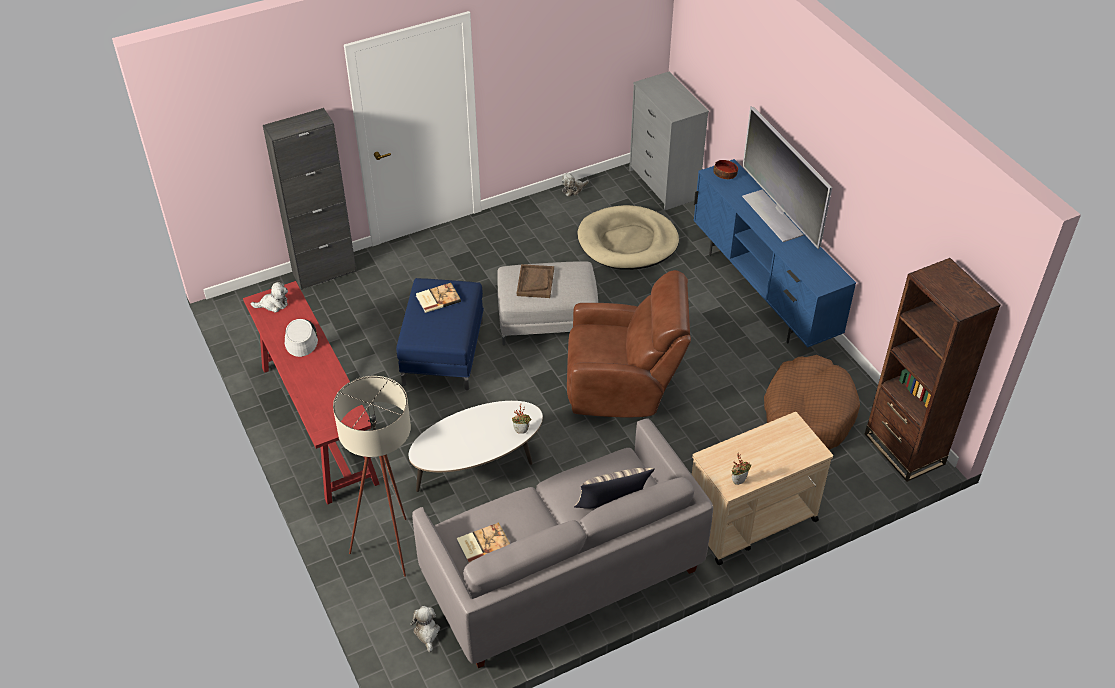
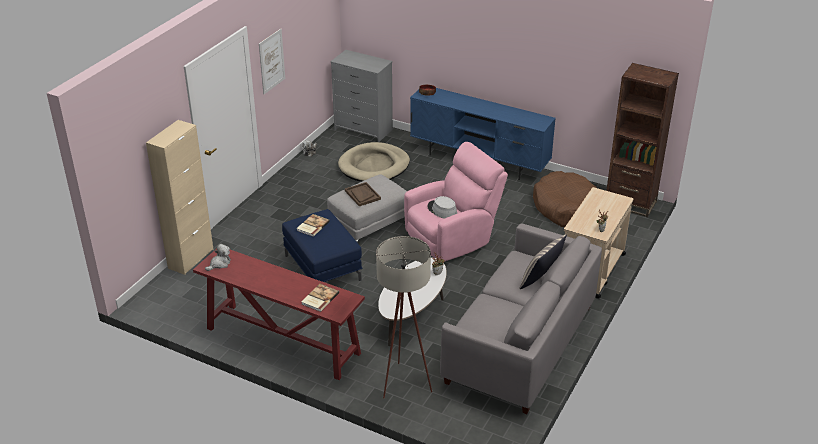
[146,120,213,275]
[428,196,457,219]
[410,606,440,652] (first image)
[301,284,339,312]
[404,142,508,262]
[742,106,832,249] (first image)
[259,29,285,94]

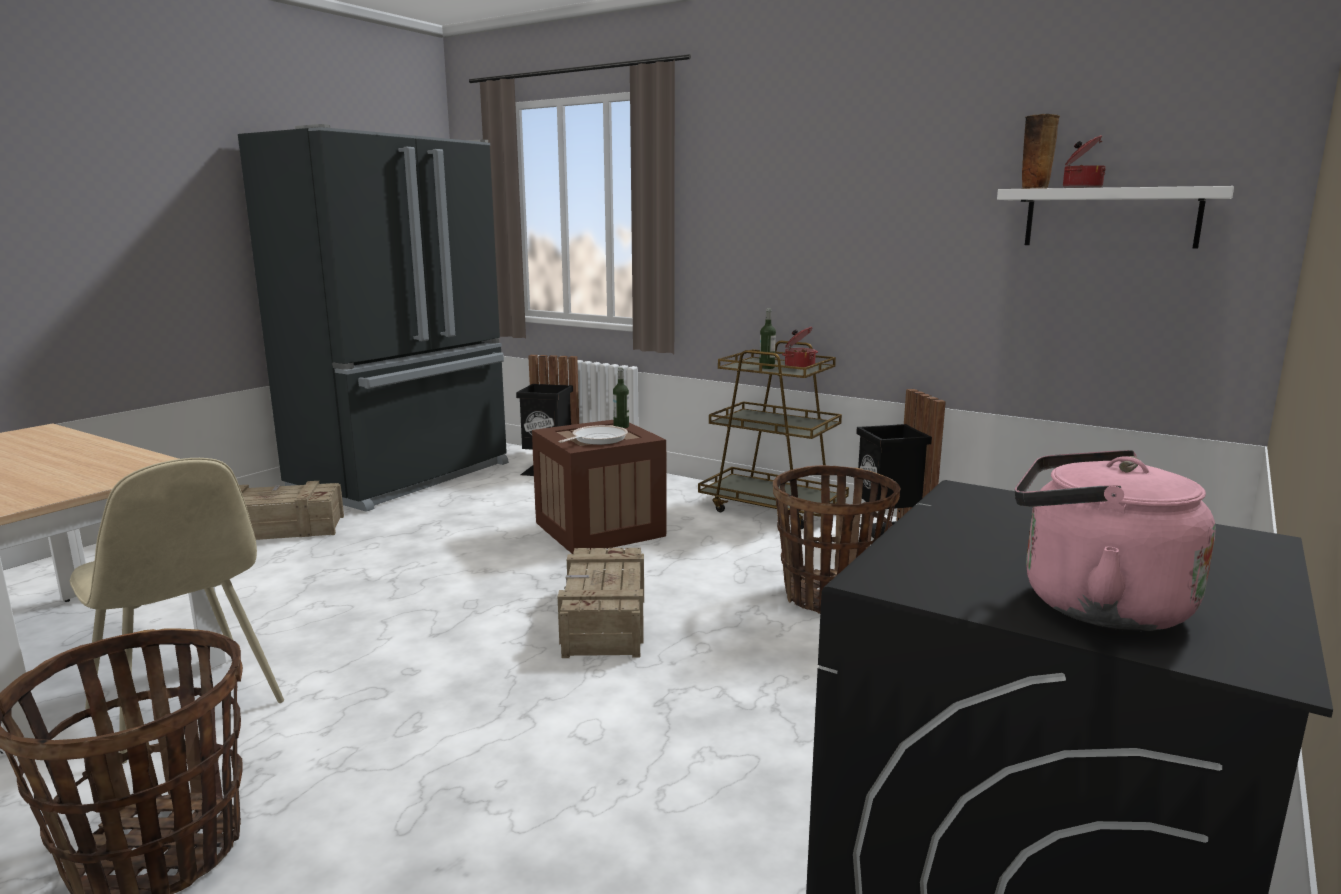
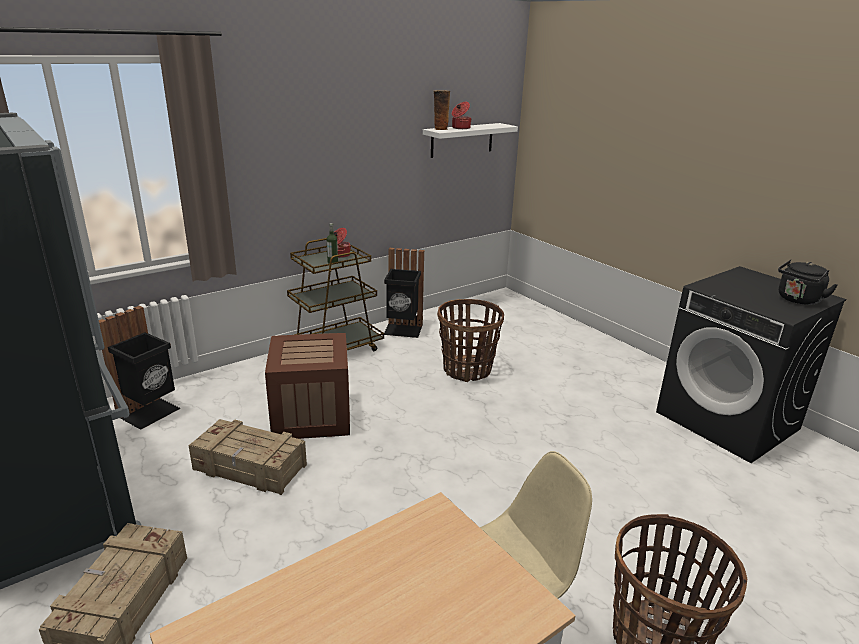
[189,419,307,495]
[559,425,628,445] (first image)
[613,368,629,428] (first image)
[778,260,838,305]

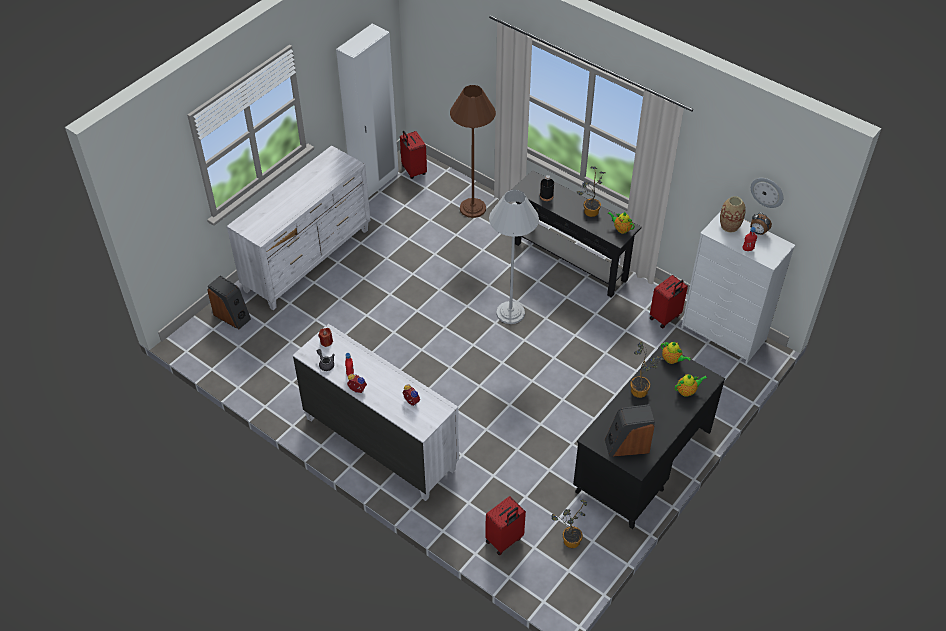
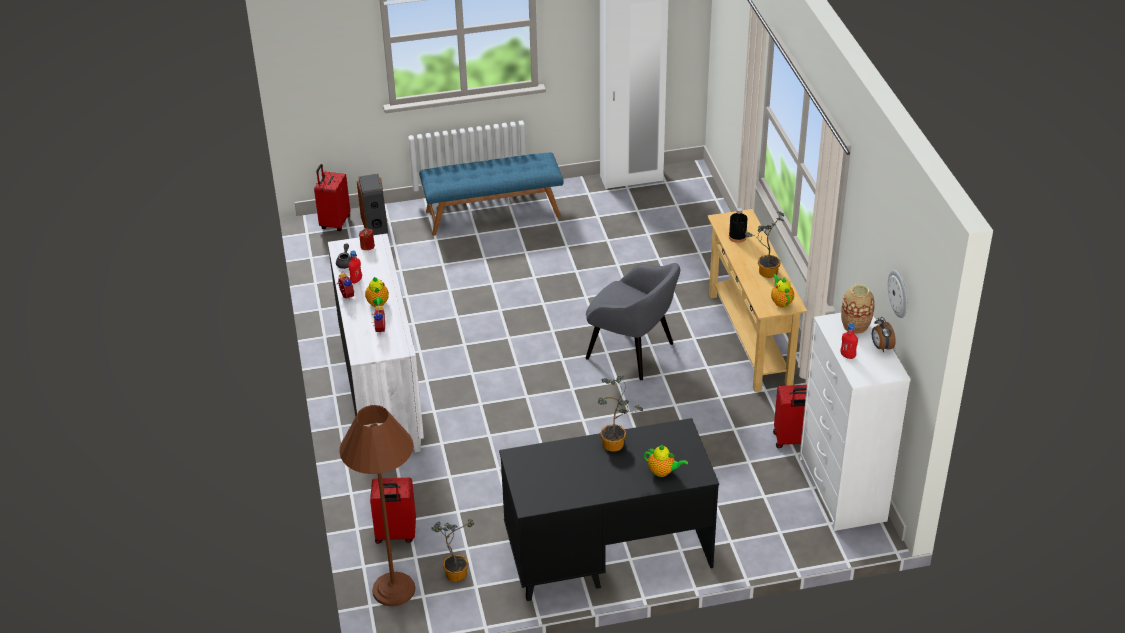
[419,152,564,236]
[314,164,350,231]
[339,405,415,606]
[586,263,680,380]
[707,209,807,392]
[605,404,655,457] (first image)
[365,277,389,307]

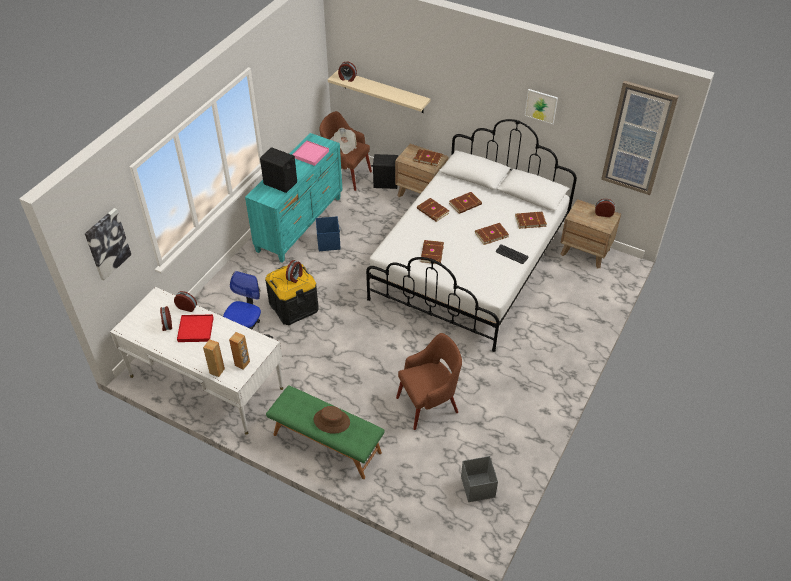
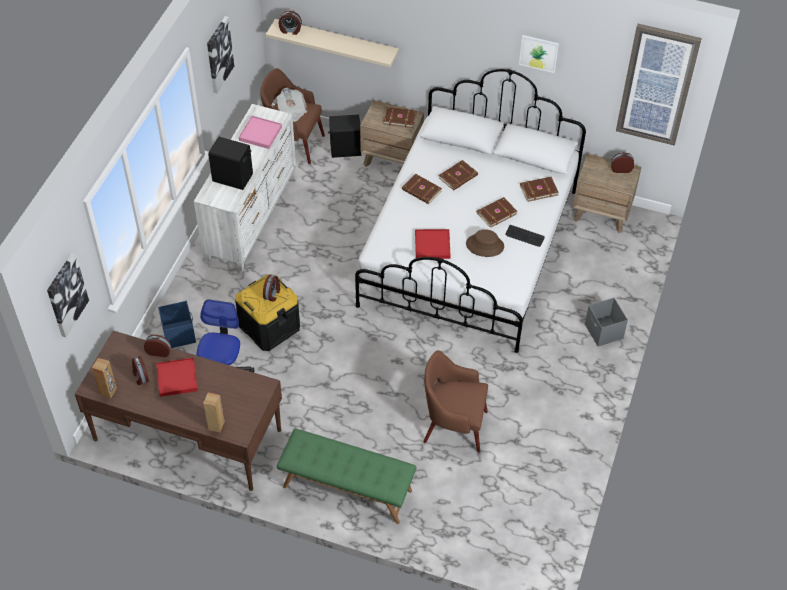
[75,331,282,491]
[92,358,117,398]
[194,104,296,271]
[466,229,504,257]
[158,301,196,348]
[423,350,488,453]
[415,229,451,259]
[585,298,628,346]
[207,16,234,93]

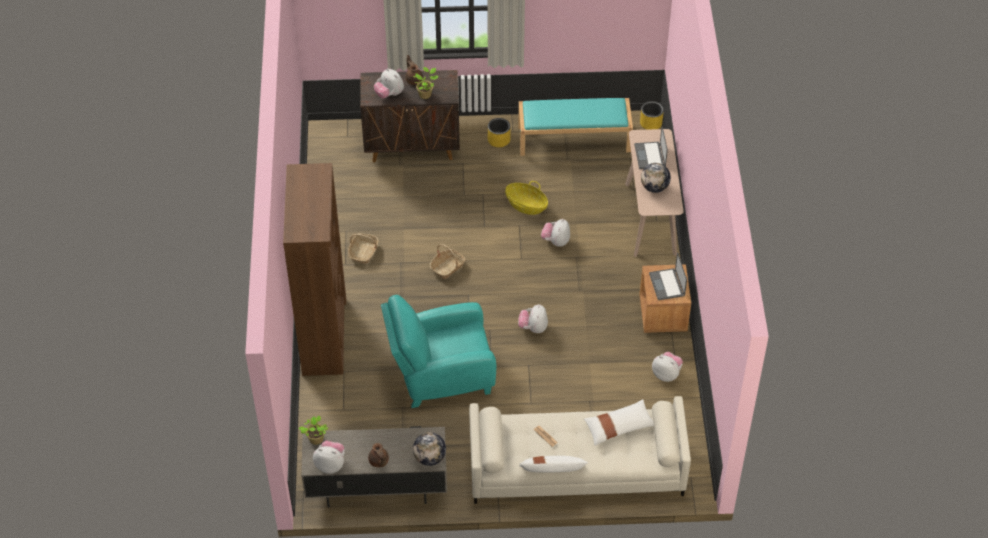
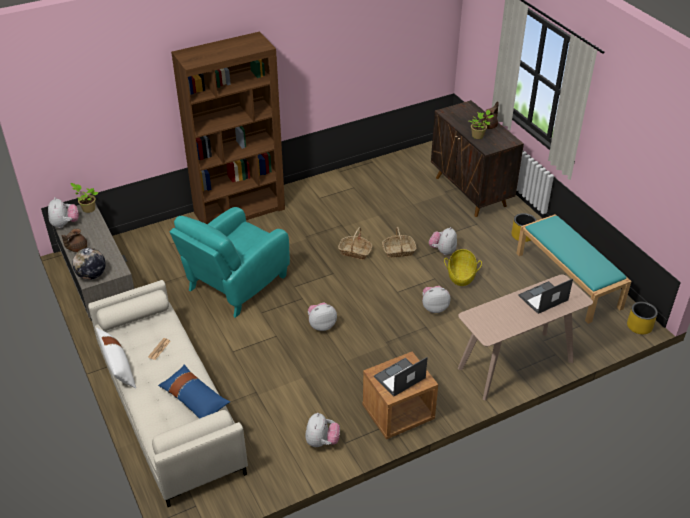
[382,227,417,258]
[429,227,457,255]
[170,207,290,318]
[158,364,230,419]
[641,163,671,193] (first image)

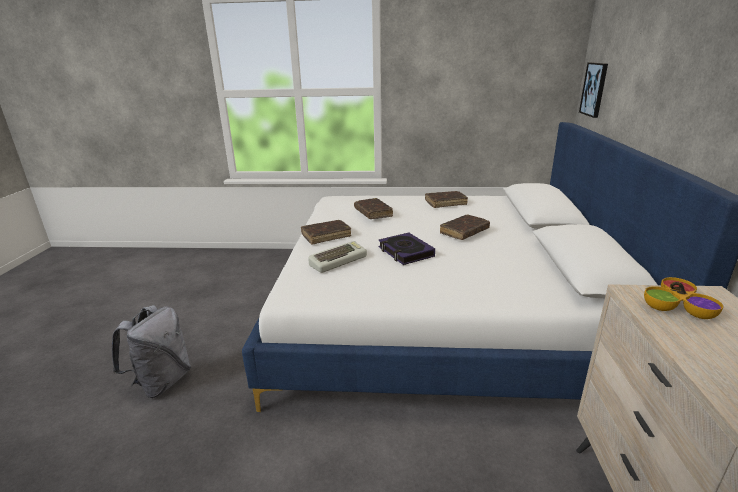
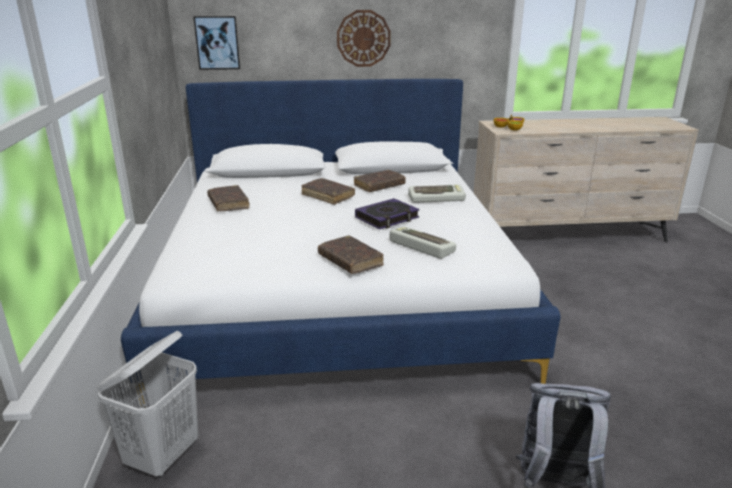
[354,170,406,192]
[97,331,198,477]
[337,10,391,67]
[408,184,466,203]

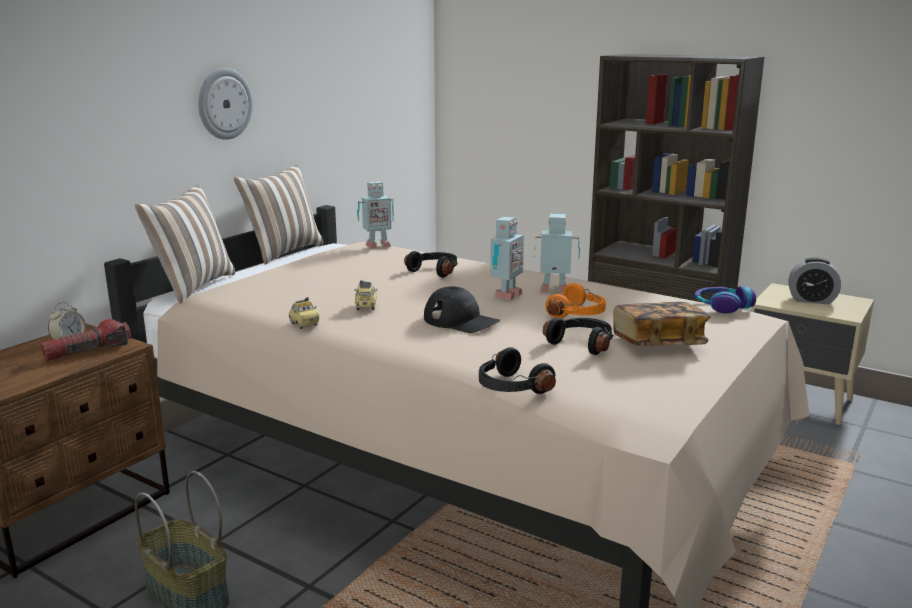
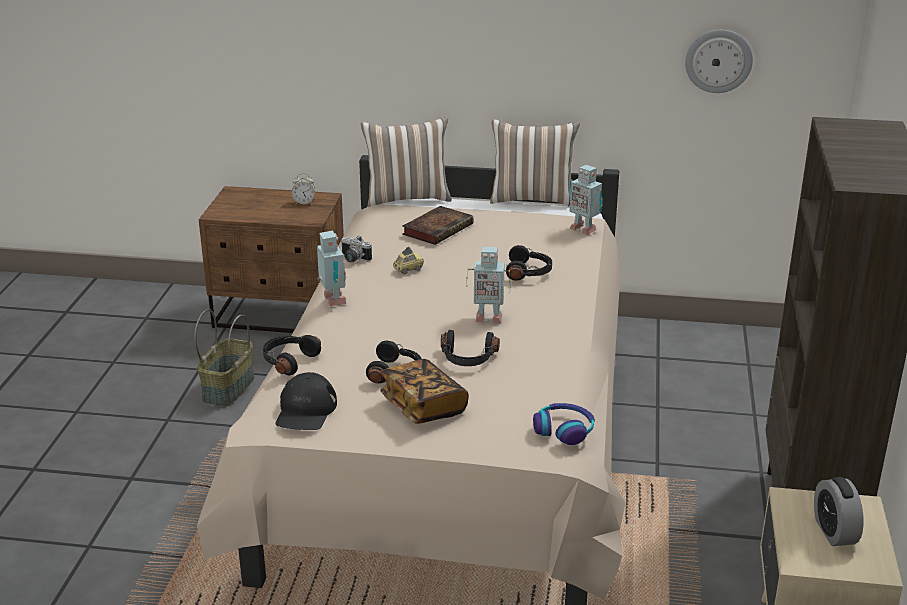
[41,319,131,361] (first image)
[685,30,753,93]
[341,236,372,262]
[276,372,337,430]
[317,231,346,306]
[441,330,500,366]
[402,206,474,245]

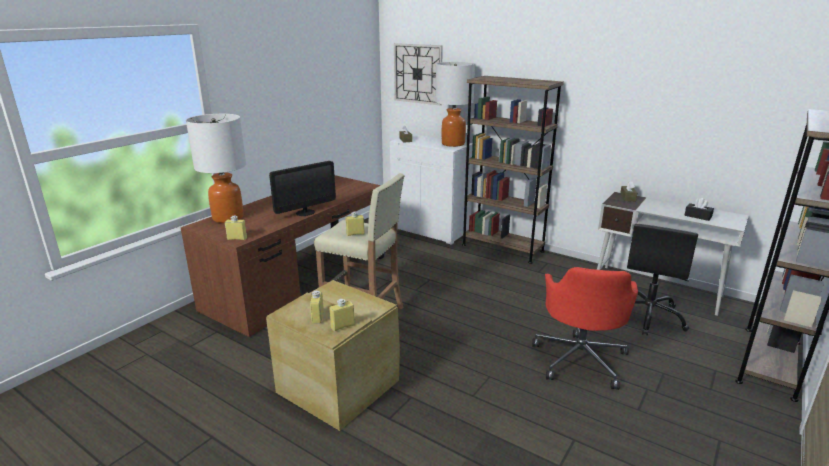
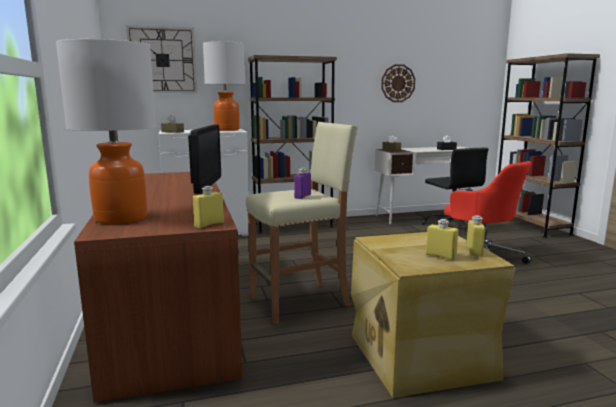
[294,168,311,199]
[381,64,415,102]

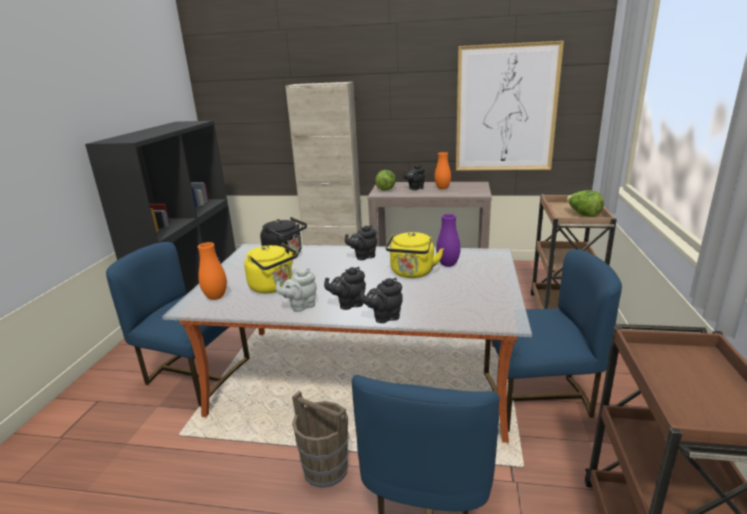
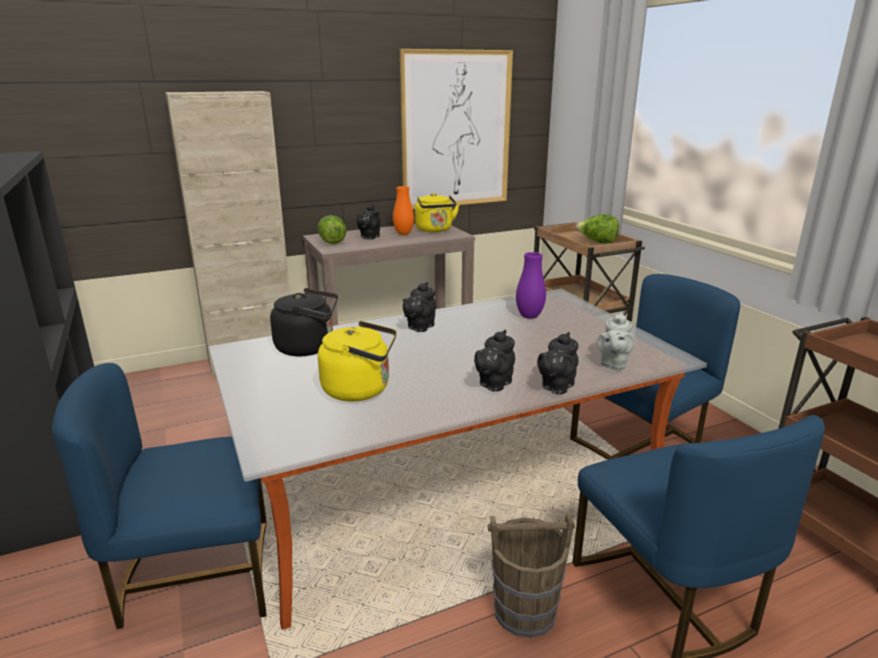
[198,242,227,300] (first image)
[597,312,635,370]
[415,193,459,232]

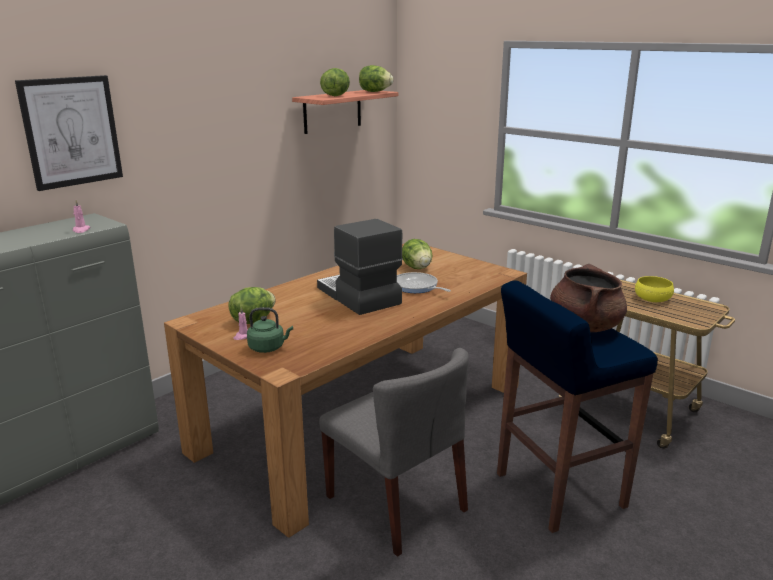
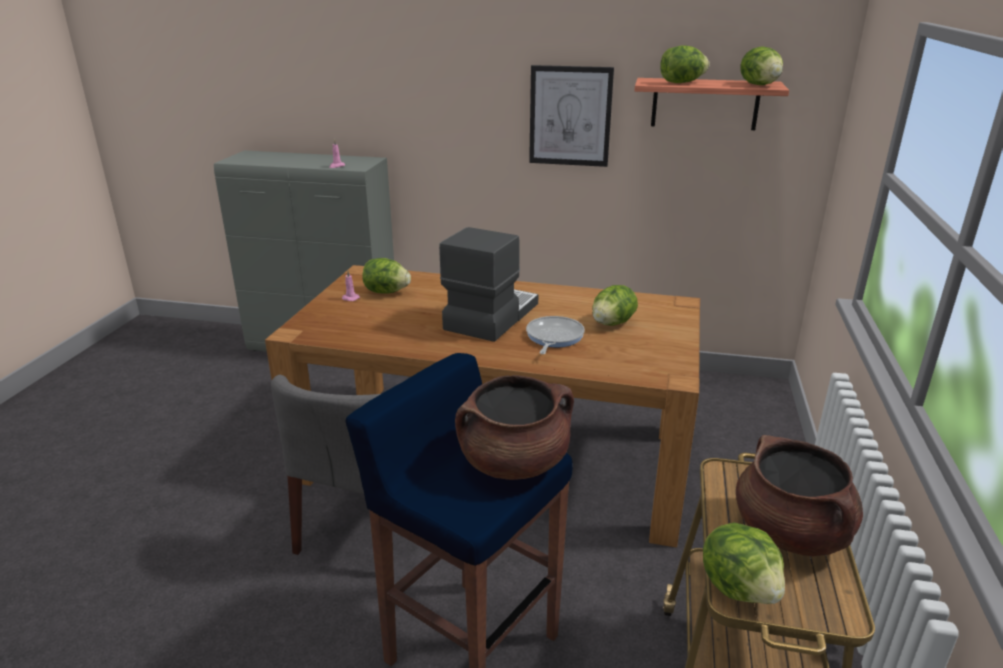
[529,65,614,167]
[247,307,293,353] (first image)
[736,435,863,556]
[703,522,785,604]

